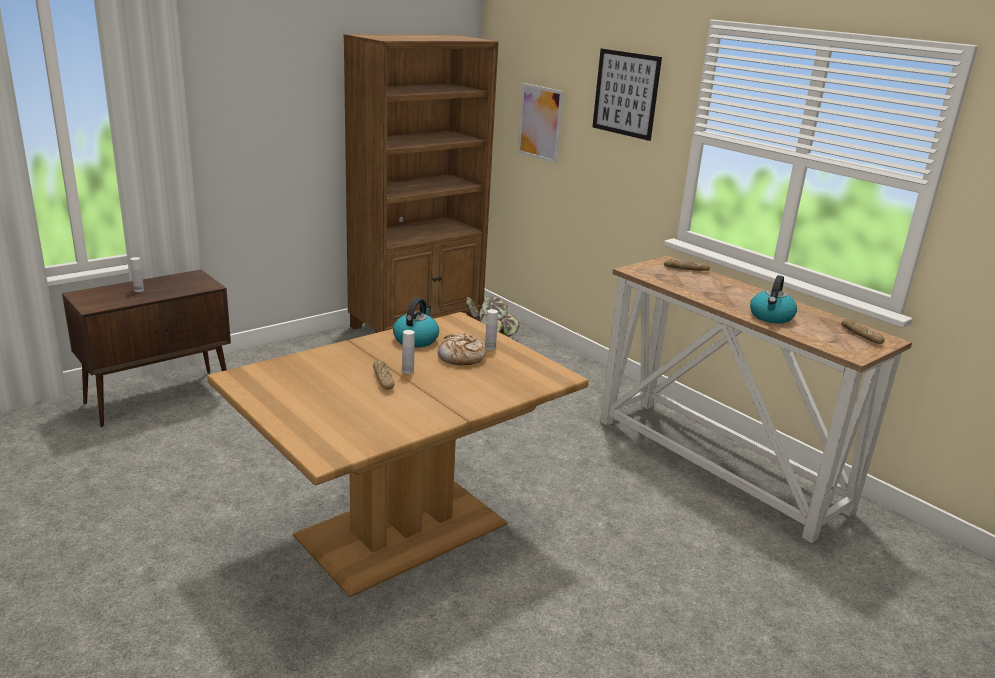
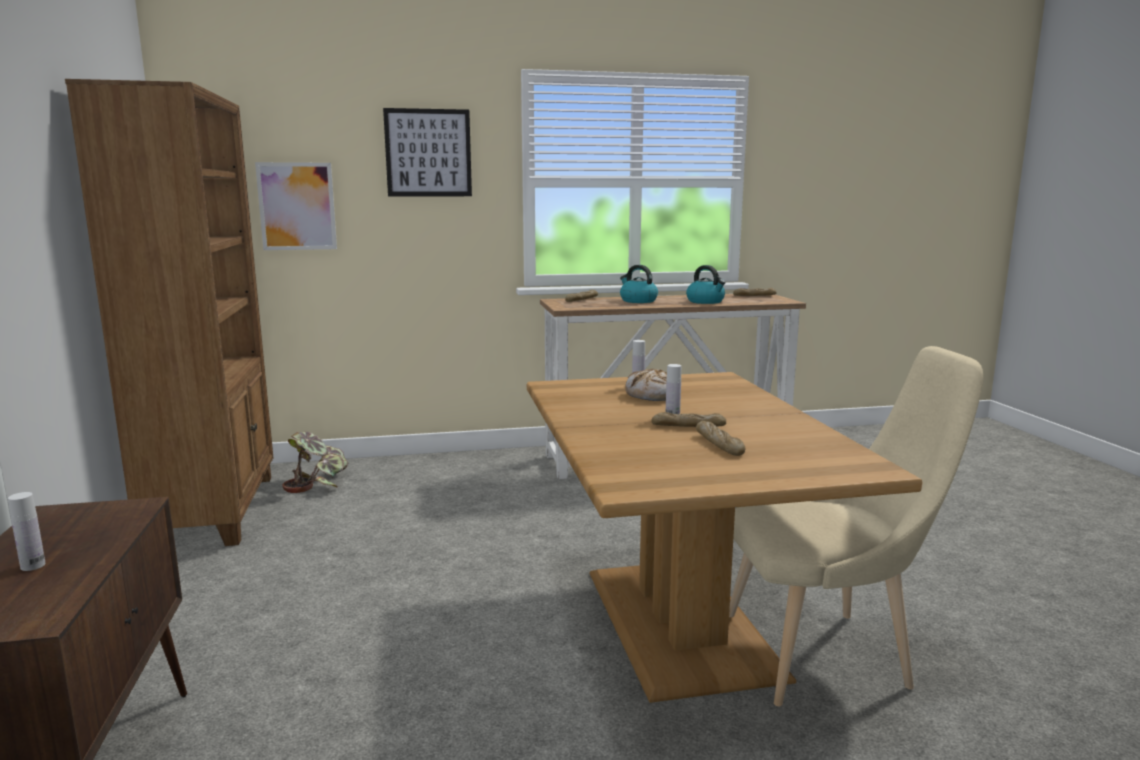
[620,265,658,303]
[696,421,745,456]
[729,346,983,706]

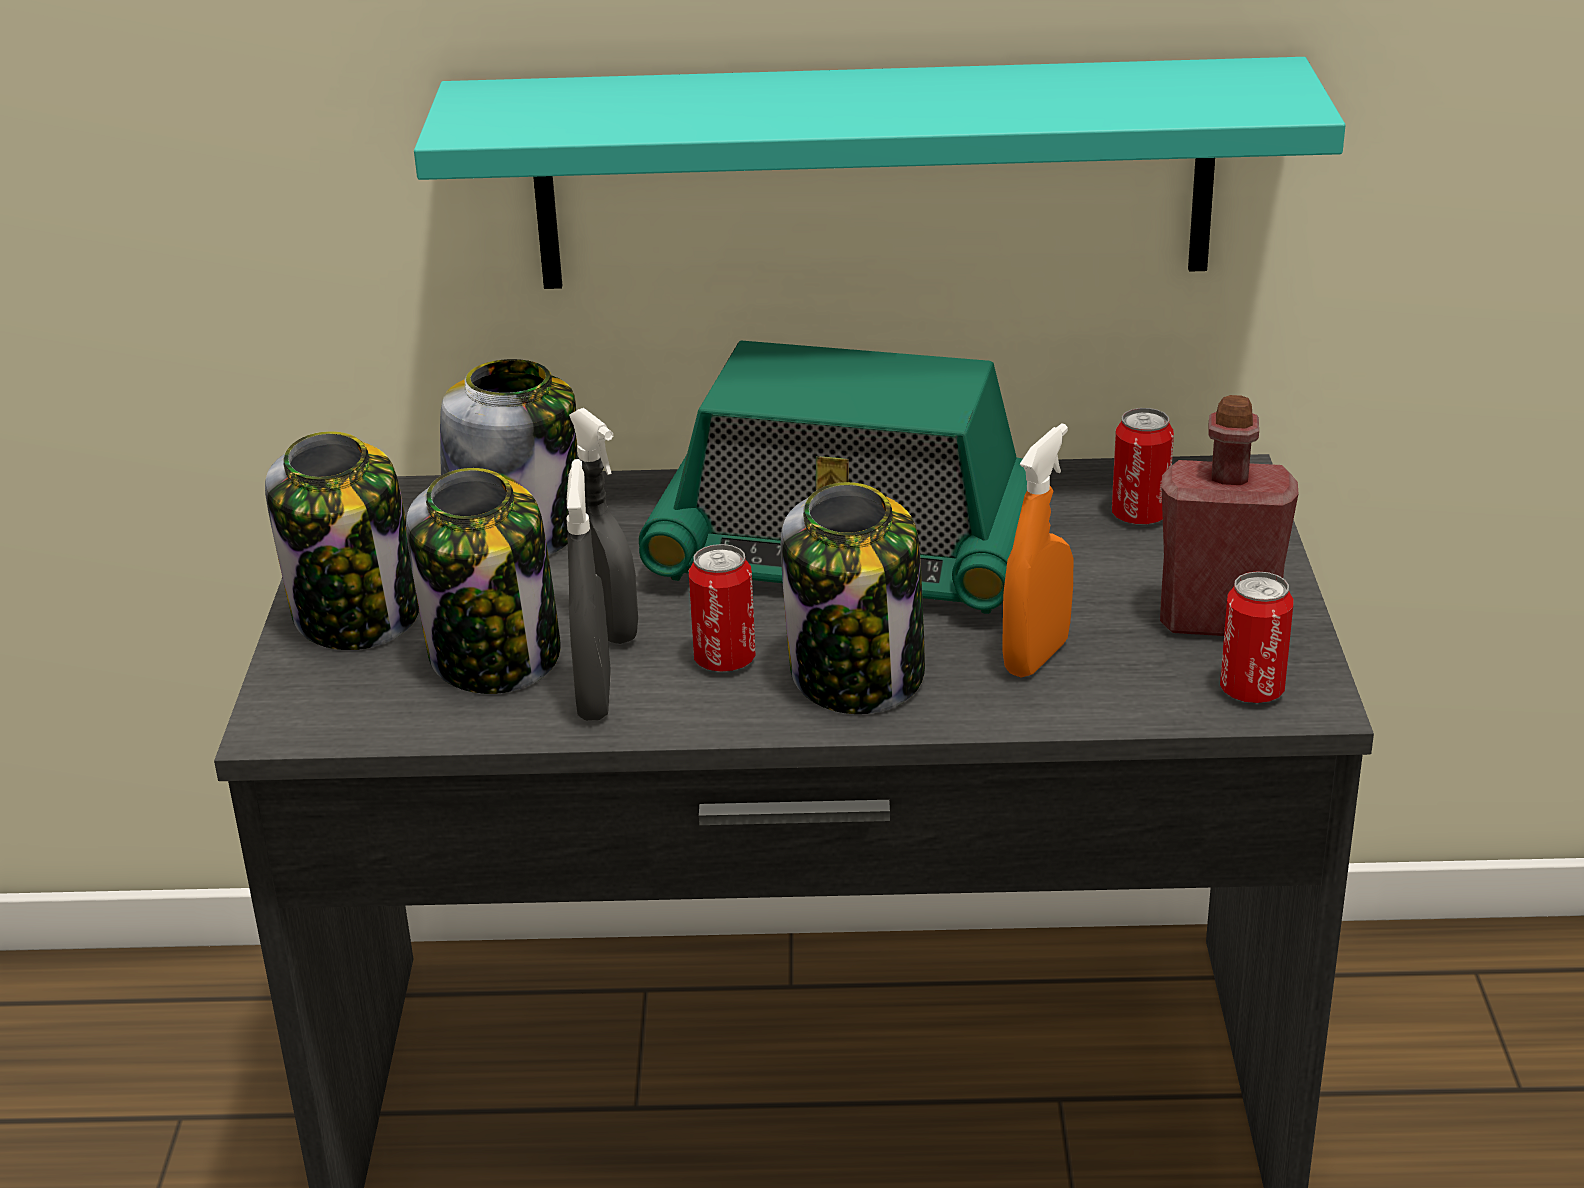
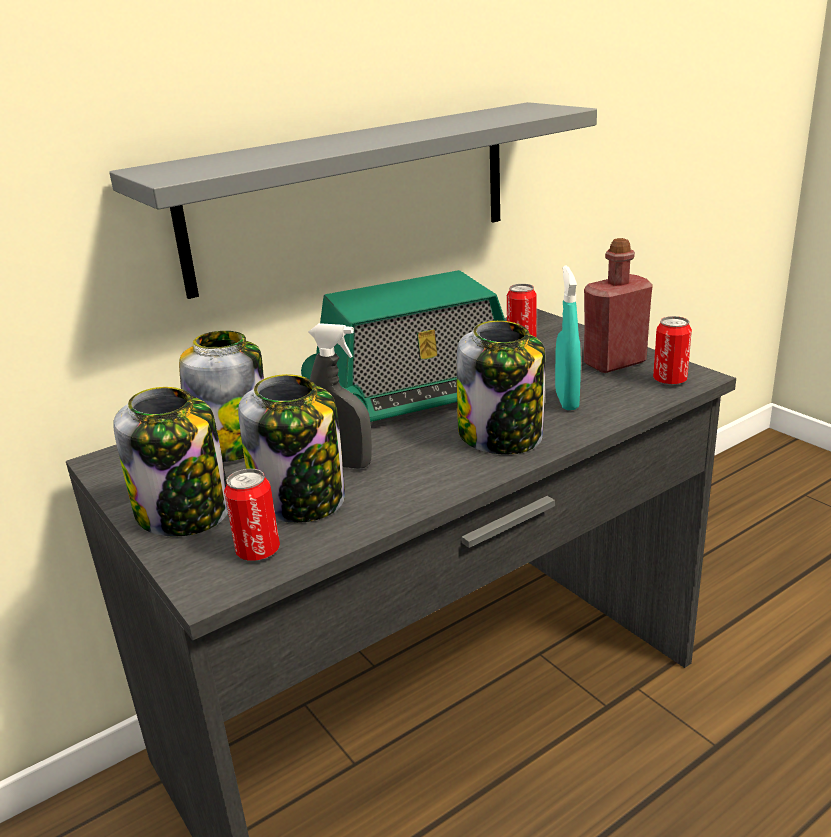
[109,102,597,299]
[566,459,611,721] (first image)
[224,469,280,560]
[555,266,581,410]

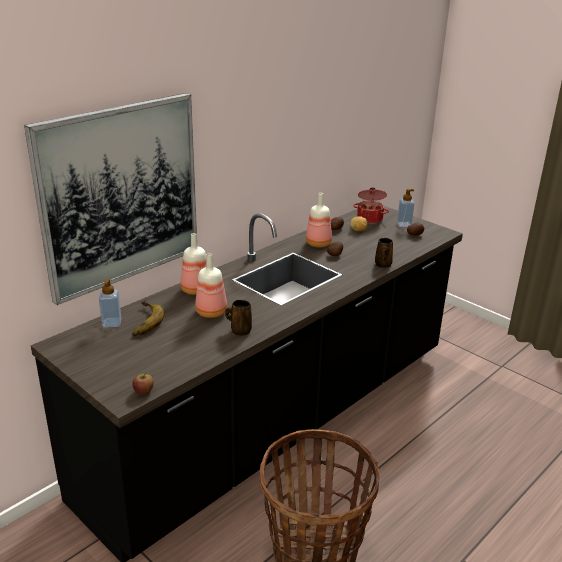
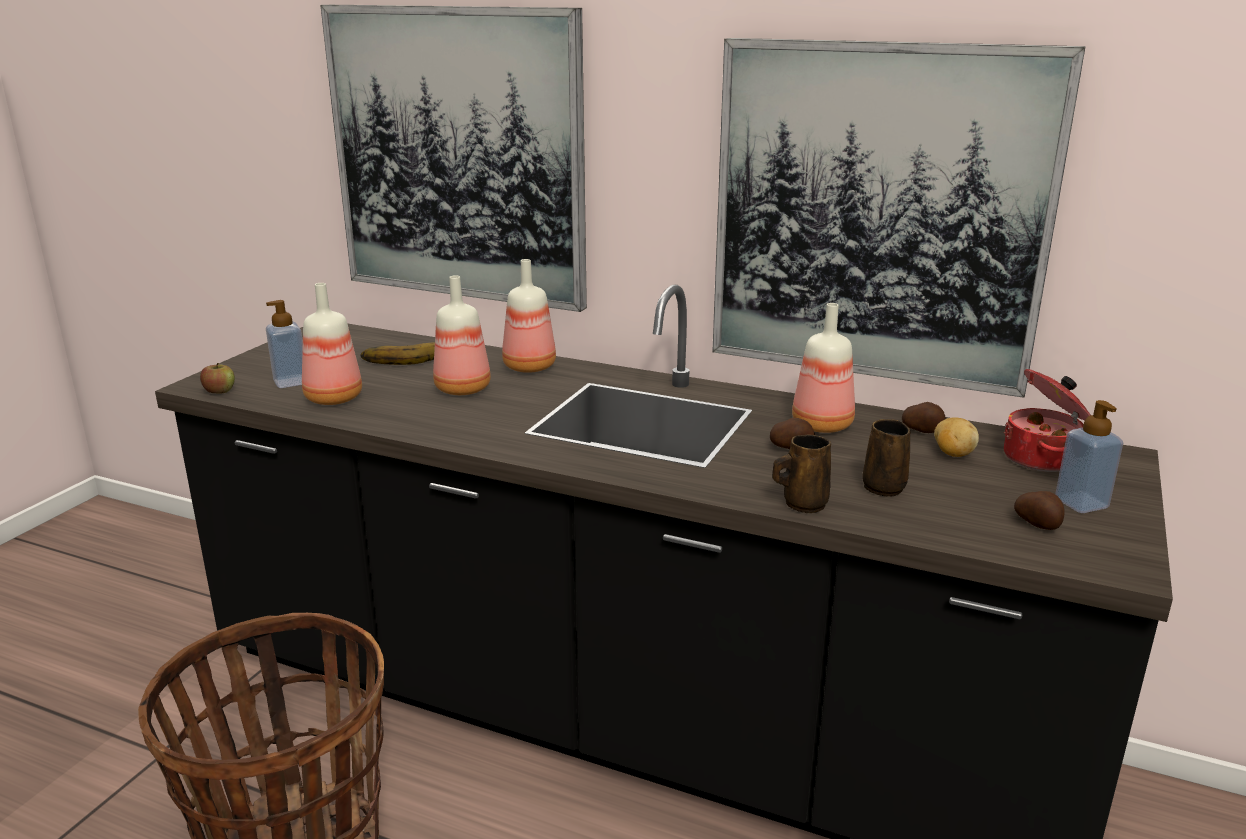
[266,300,303,388]
[862,419,910,497]
[302,283,362,405]
[712,38,1085,398]

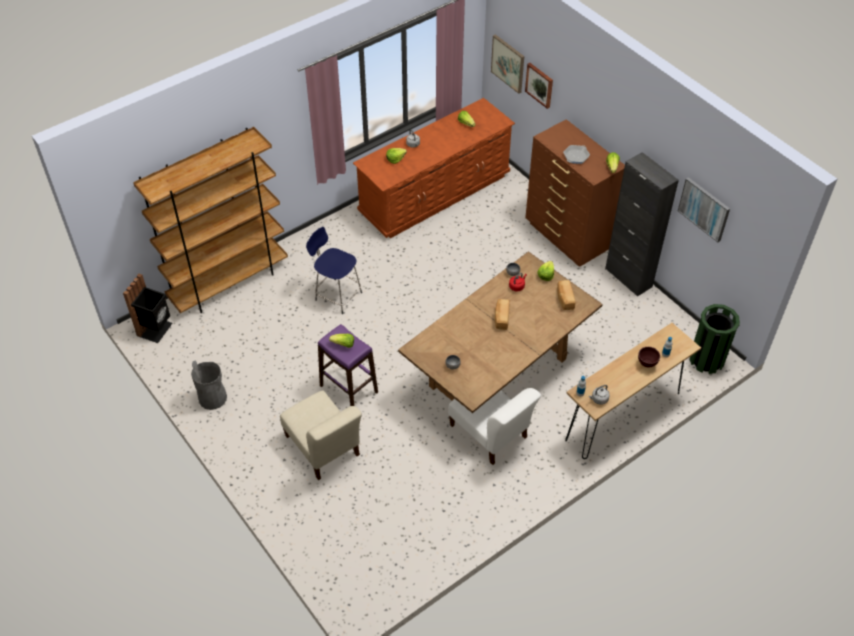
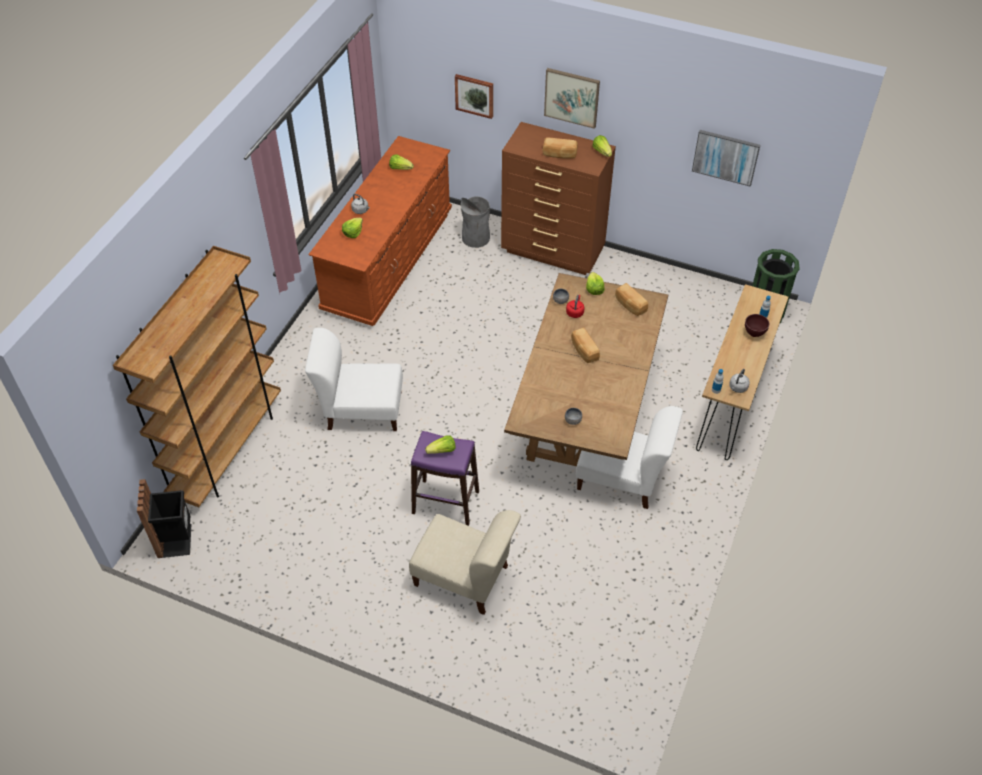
[461,196,490,248]
[305,328,403,431]
[544,68,600,129]
[543,137,578,159]
[605,152,679,297] (first image)

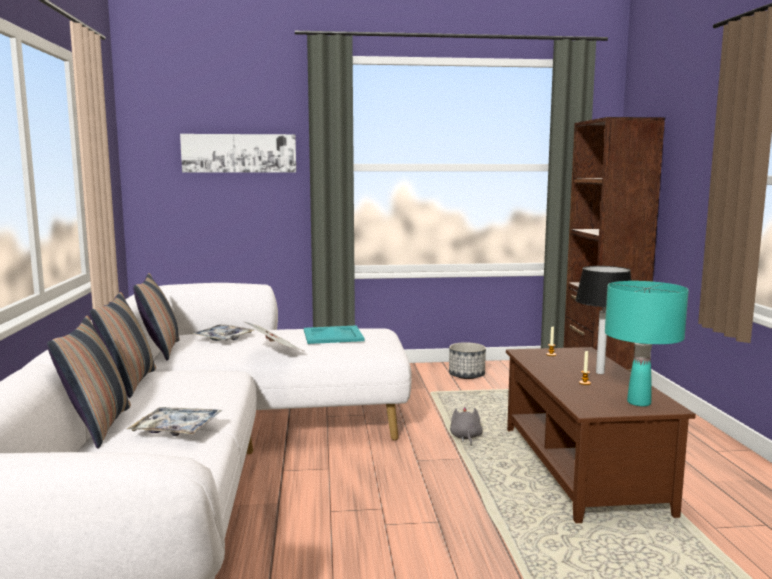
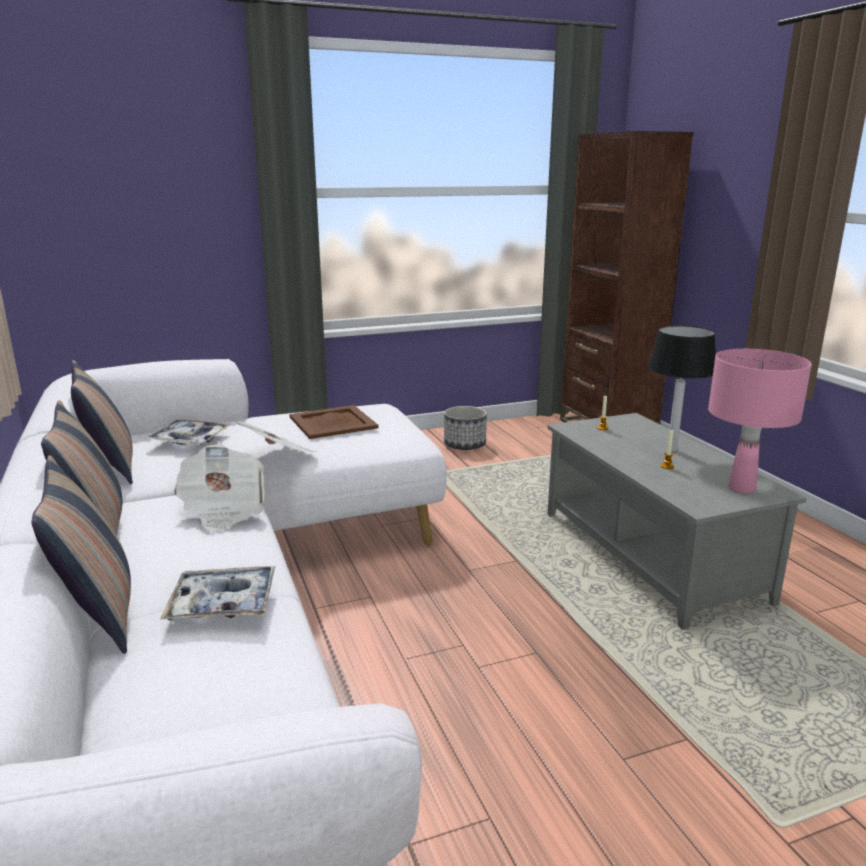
[180,134,296,173] (first image)
[289,405,378,439]
[450,407,483,446] (first image)
[547,413,807,630]
[708,349,812,494]
[174,445,265,532]

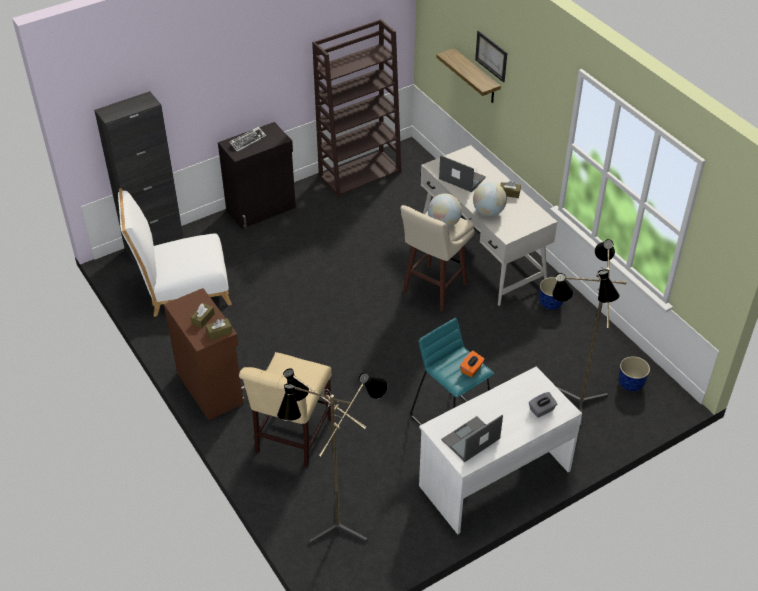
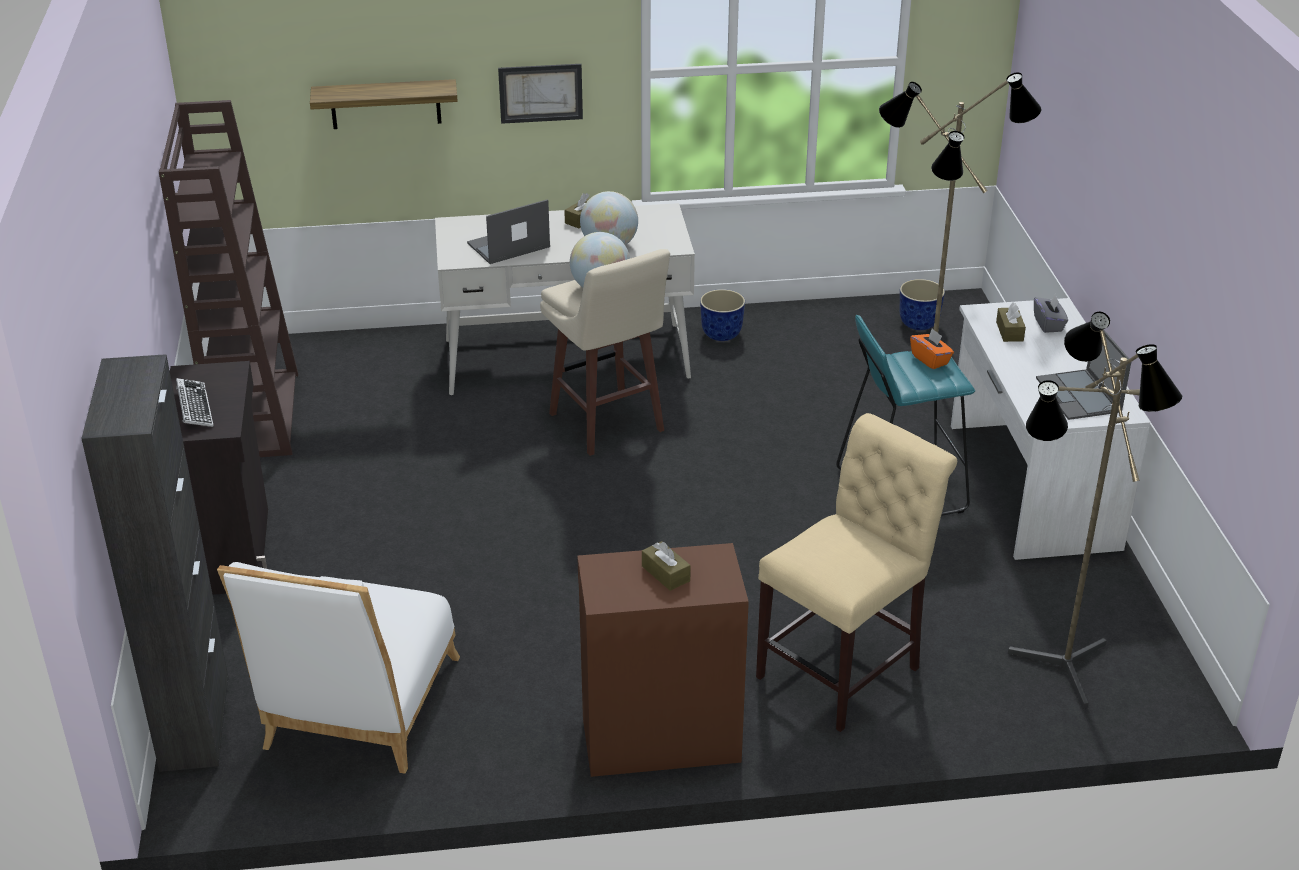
[996,302,1026,342]
[756,413,957,732]
[498,64,583,124]

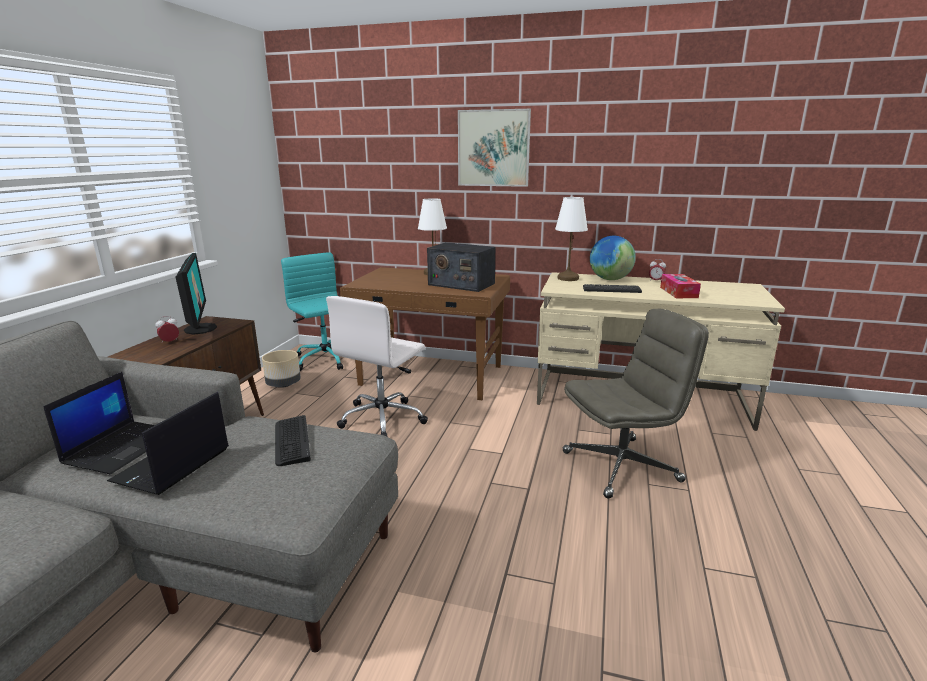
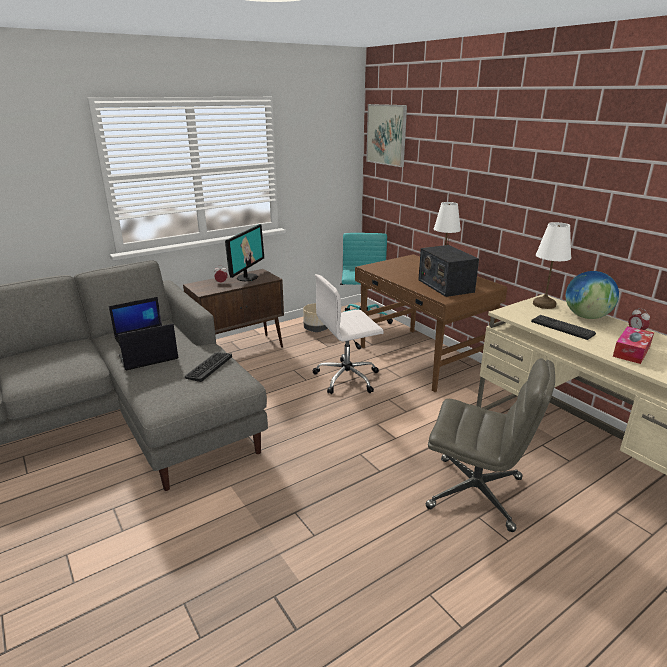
[366,104,407,167]

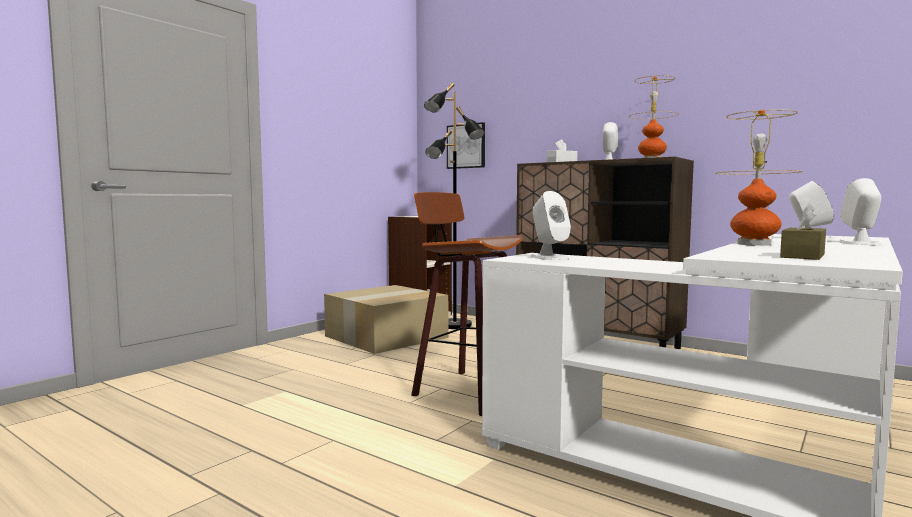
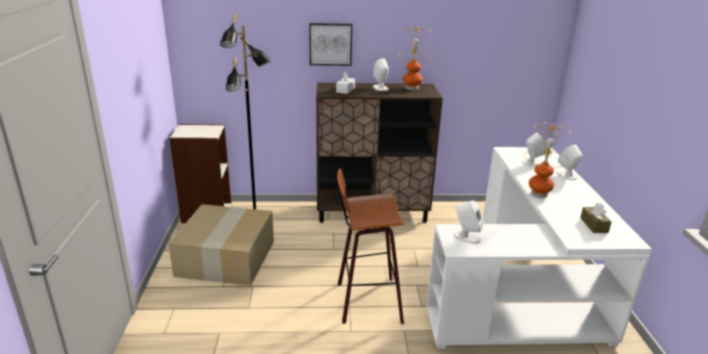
[309,23,352,66]

